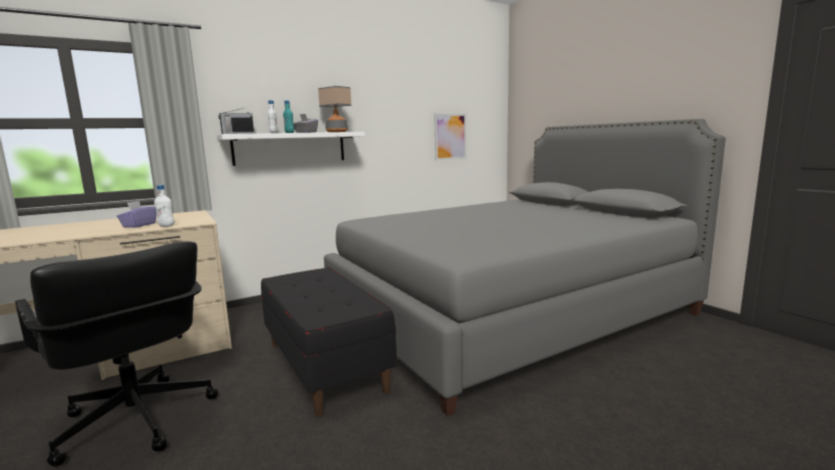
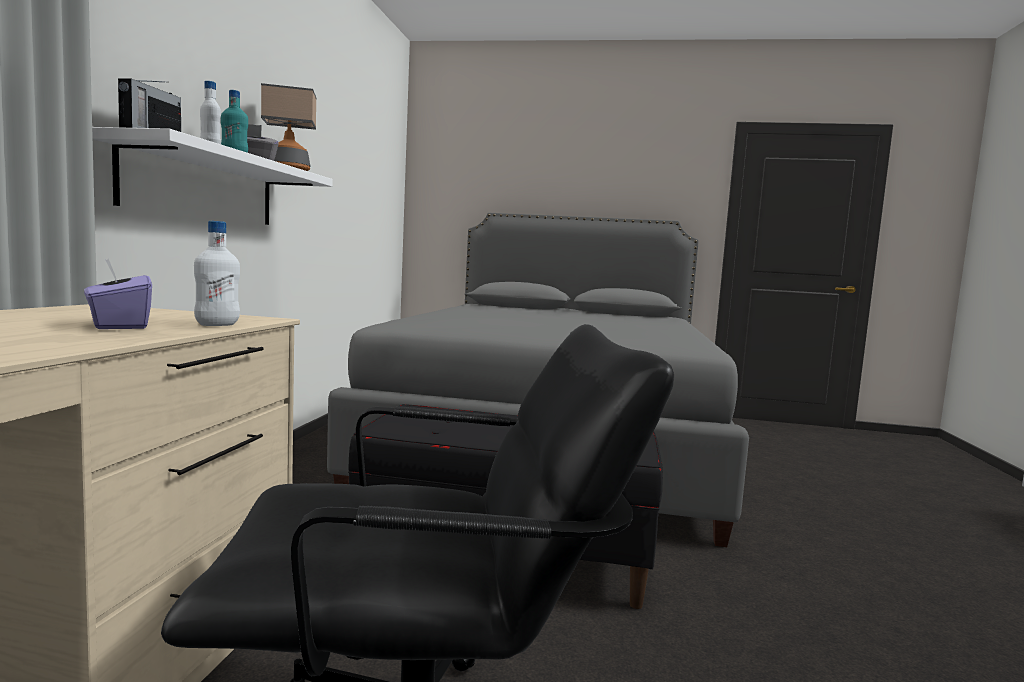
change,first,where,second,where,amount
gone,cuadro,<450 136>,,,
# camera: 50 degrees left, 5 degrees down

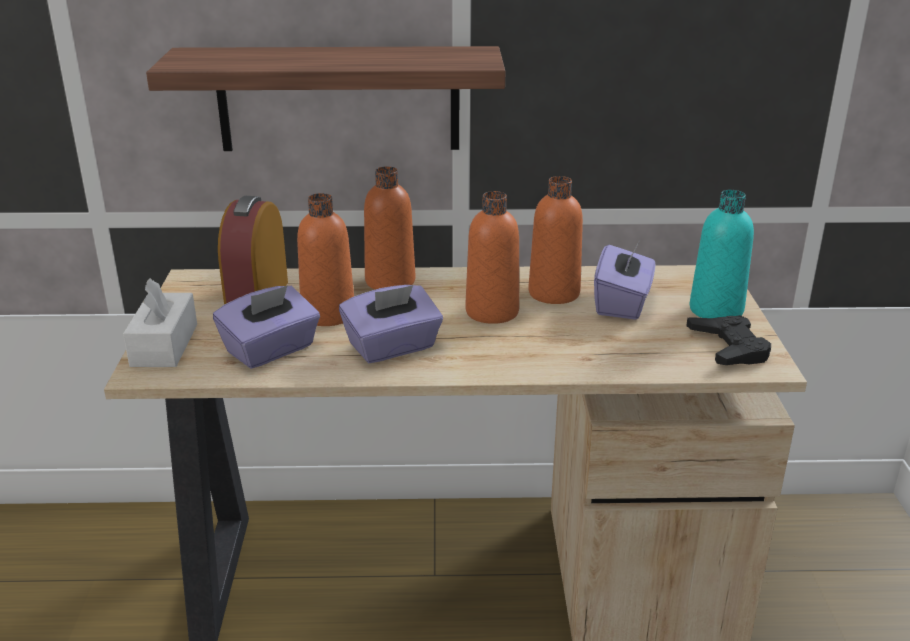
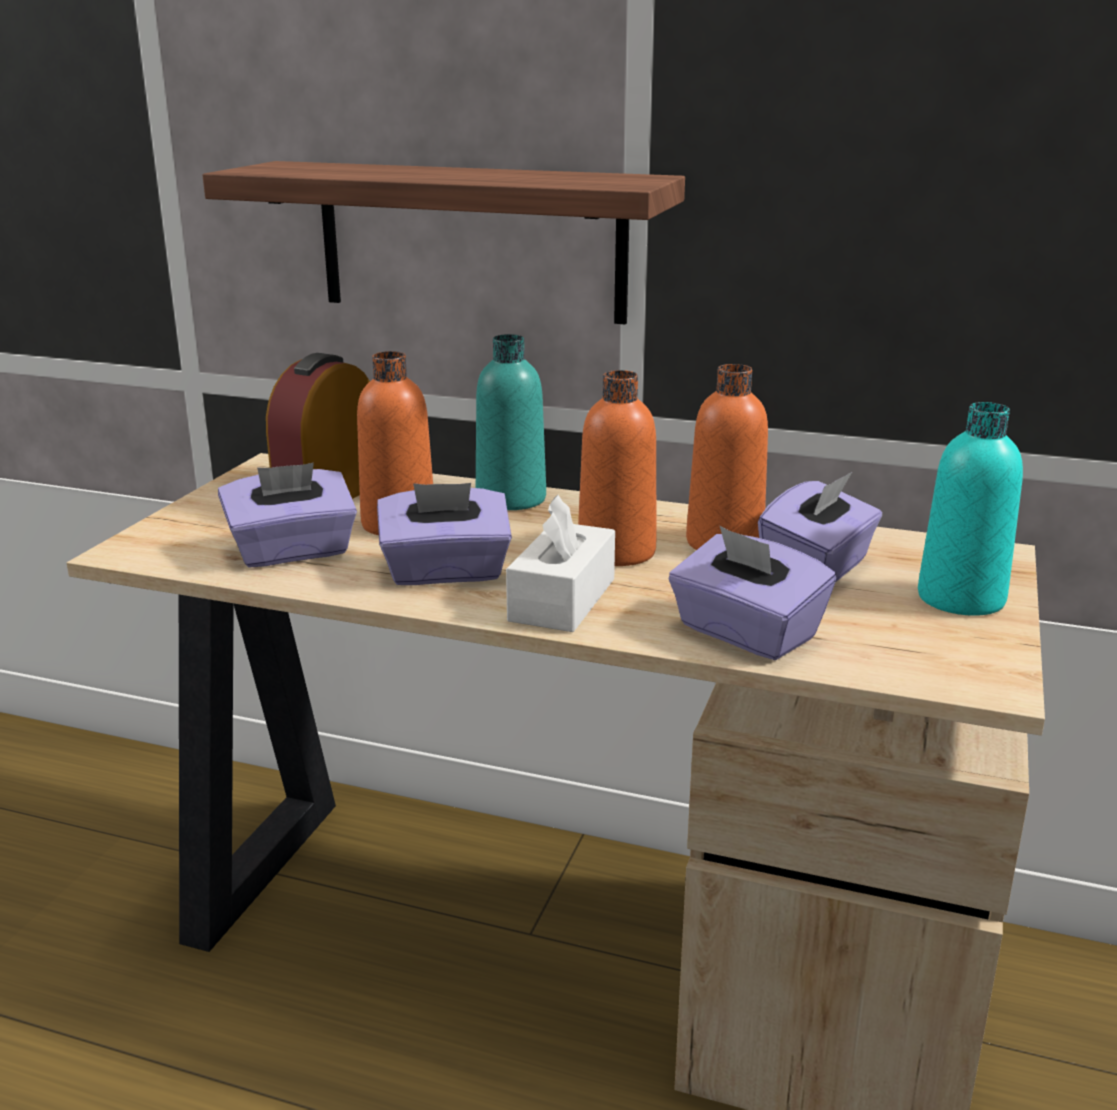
change,first,where,second,where,amount
repainted,botella (naranja),<390 281>,botella (turquesa),<511 499>,
shifted,caja de pañuelos (blanco),<164 345>,,<562 600>,
new,,,caja de pañuelos (morado),<746 633>,
gone,mando de consola (negro),<728 347>,,,
# camera: 20 degrees right, 5 degrees down

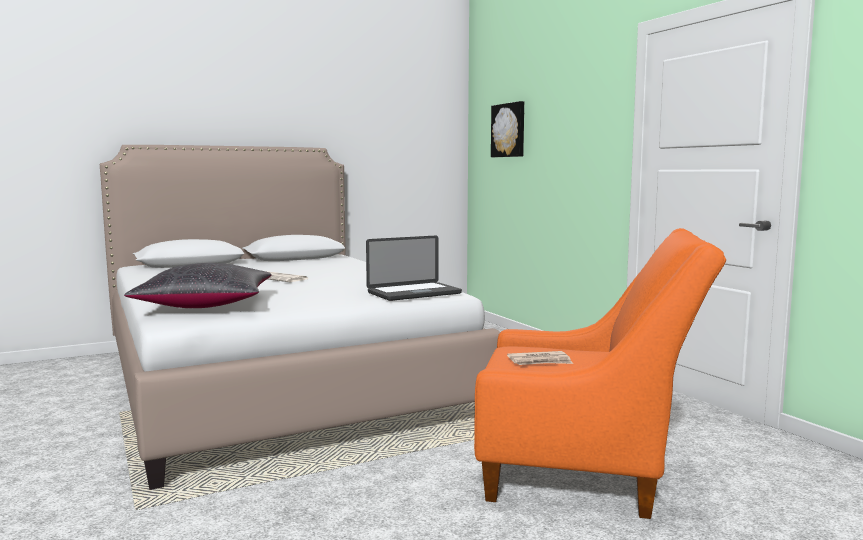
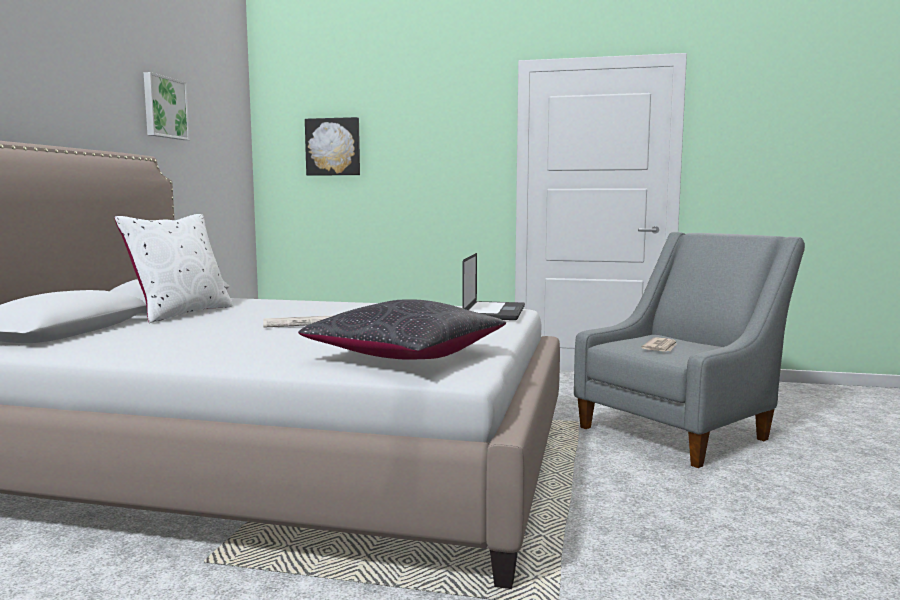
change,first,where,second,where,amount
new,,,cojín (blanco),<180 313>,
new,,,cuadro,<164 107>,
repainted,sillón (naranja),<586 472>,sillón (gris),<680 430>,
# camera: 50 degrees left, 0 degrees up

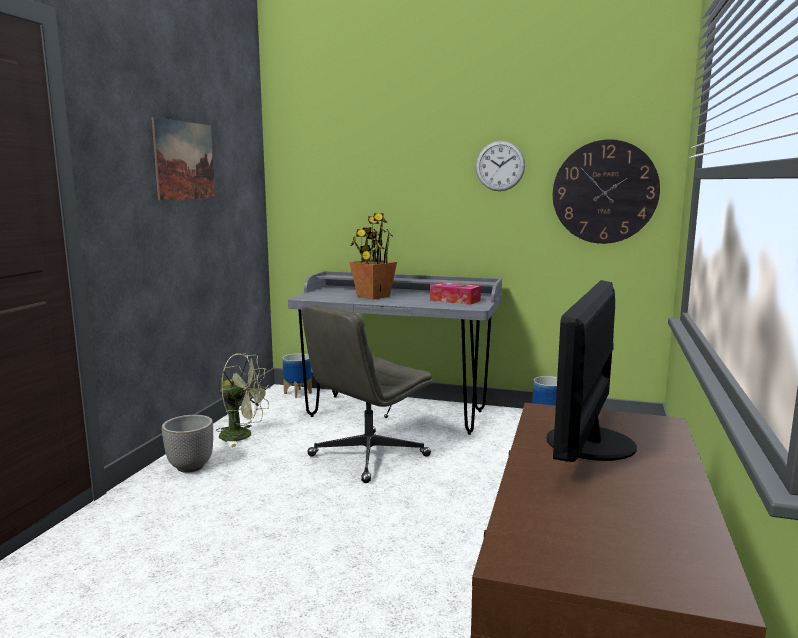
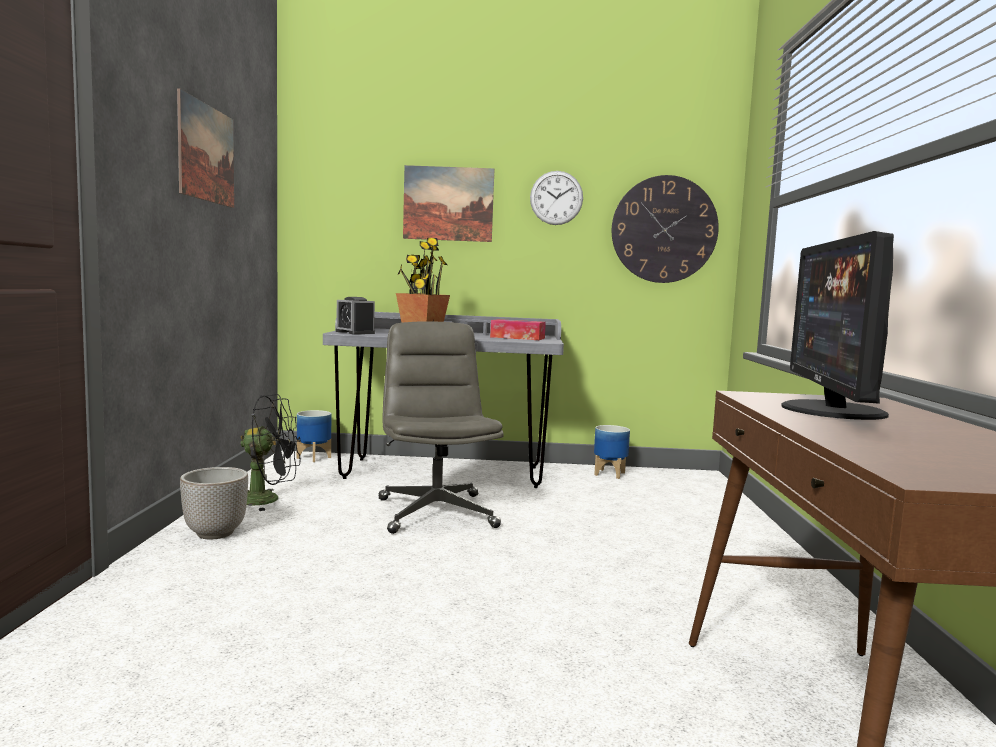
change,first,where,second,where,amount
repainted,ventilador (verde),<243 436>,ventilador (negro),<268 500>,
new,,,despertador,<355 332>,
rotated,silla de oficina (gris),<368 456>,,<435 512>,135 degrees clockwise
new,,,cuadro,<448 204>,
# camera: 15 degrees left, 5 degrees down

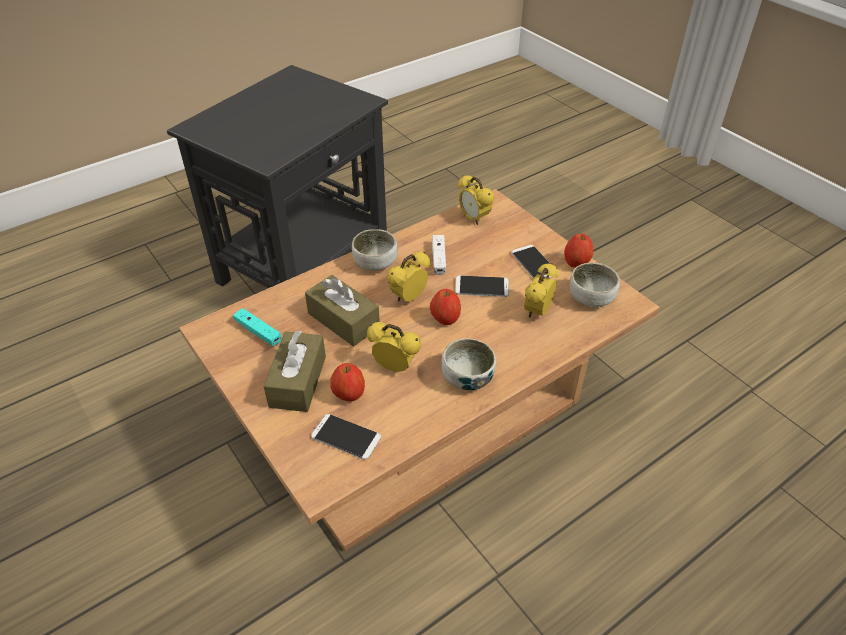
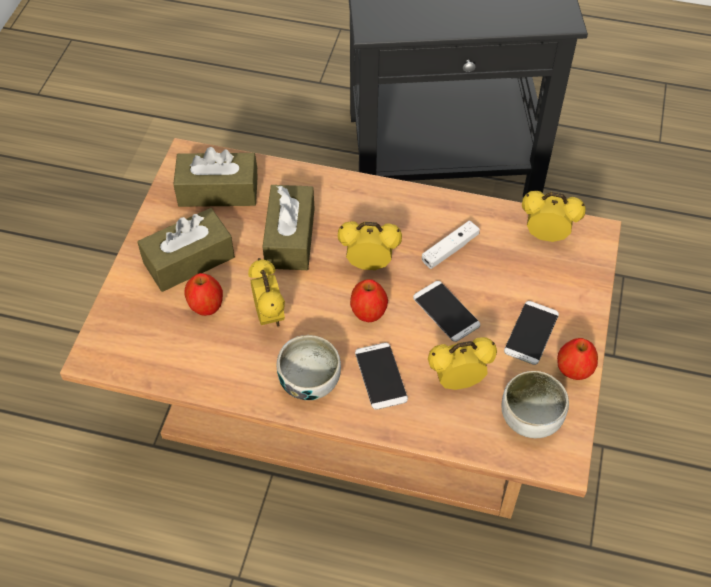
change,first,where,second,where,amount
swapped,mando de consola (turquesa),<258 332>,caja de pañuelos (marrón),<218 191>,
shifted,móvil,<346 437>,,<381 376>,
rotated,despertador,<474 218>,,<546 236>,90 degrees clockwise
gone,cuenco,<375 262>,,,
# camera: 50 degrees right, 10 degrees up

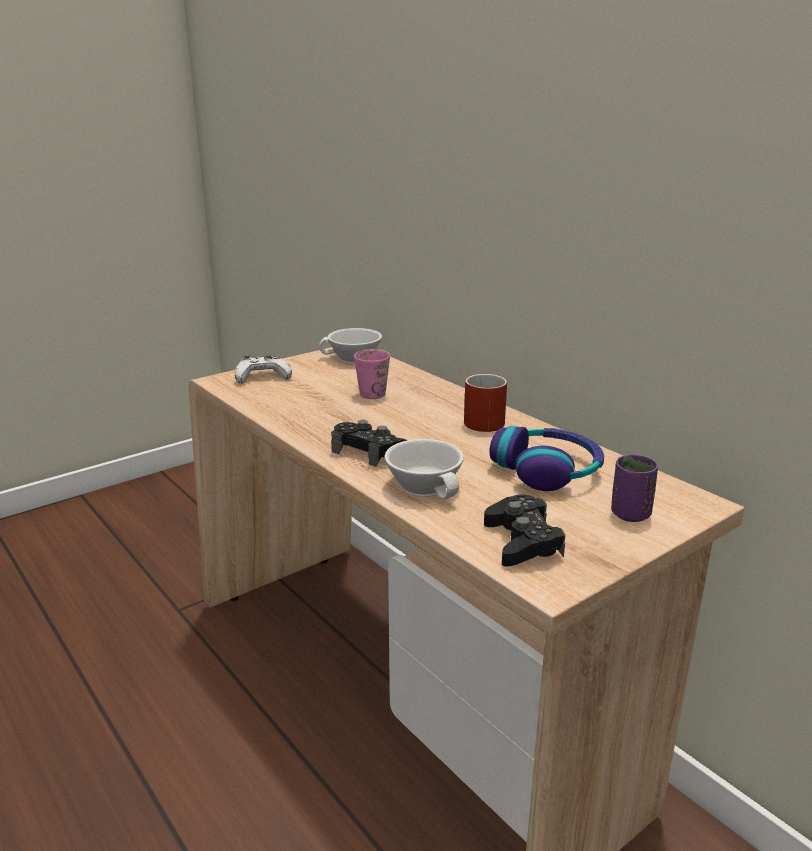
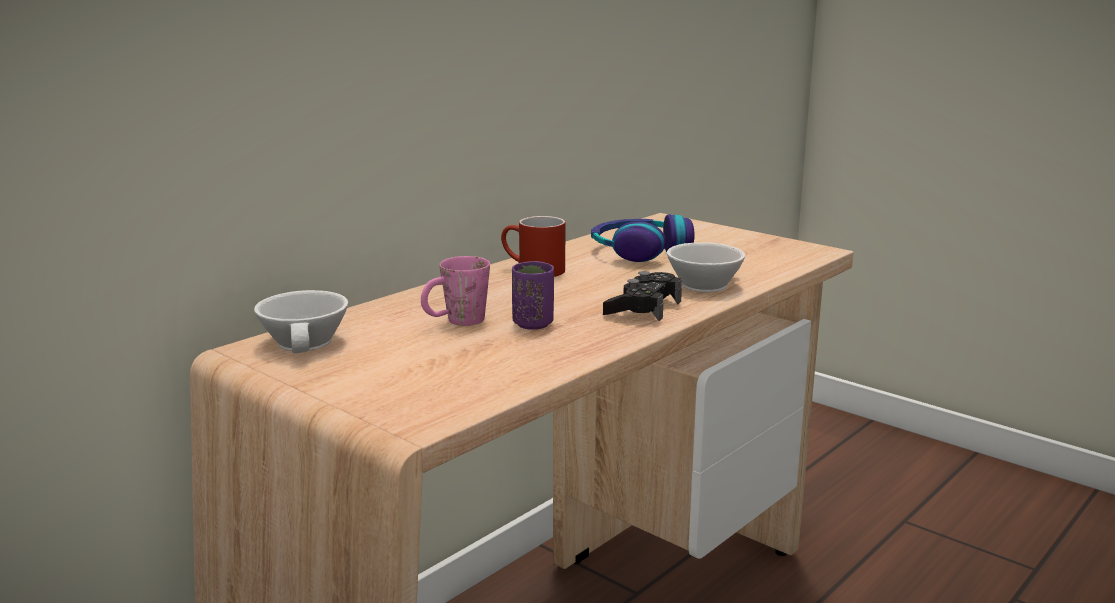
change,first,where,second,where,amount
shifted,taza (morado),<630 514>,,<533 324>,
gone,mando de consola (blanco),<263 376>,,,
gone,mando de consola (negro),<522 541>,,,
# camera: 100 degrees left, 5 degrees down

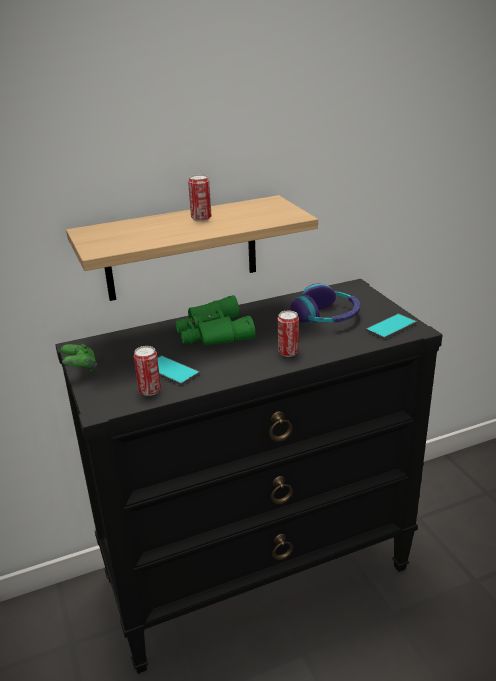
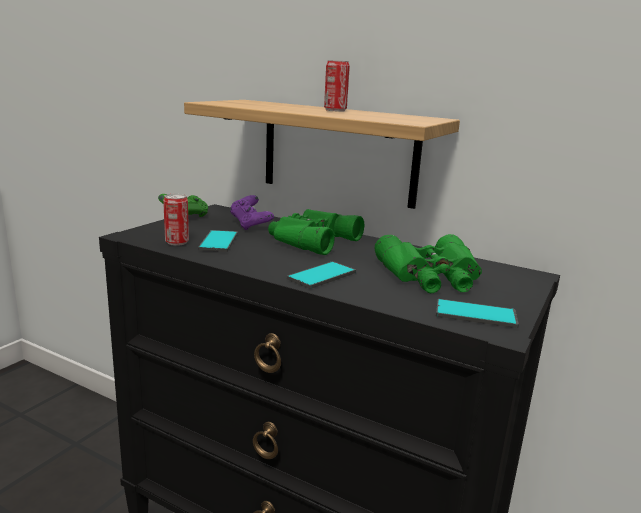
change,first,where,second,where,amount
new,,,mando de consola (morado),<250 225>,
swapped,lata,<288 352>,móvil,<322 276>,
swapped,auriculares,<326 316>,prismáticos (verde),<431 276>,
# camera: 50 degrees right, 10 degrees down

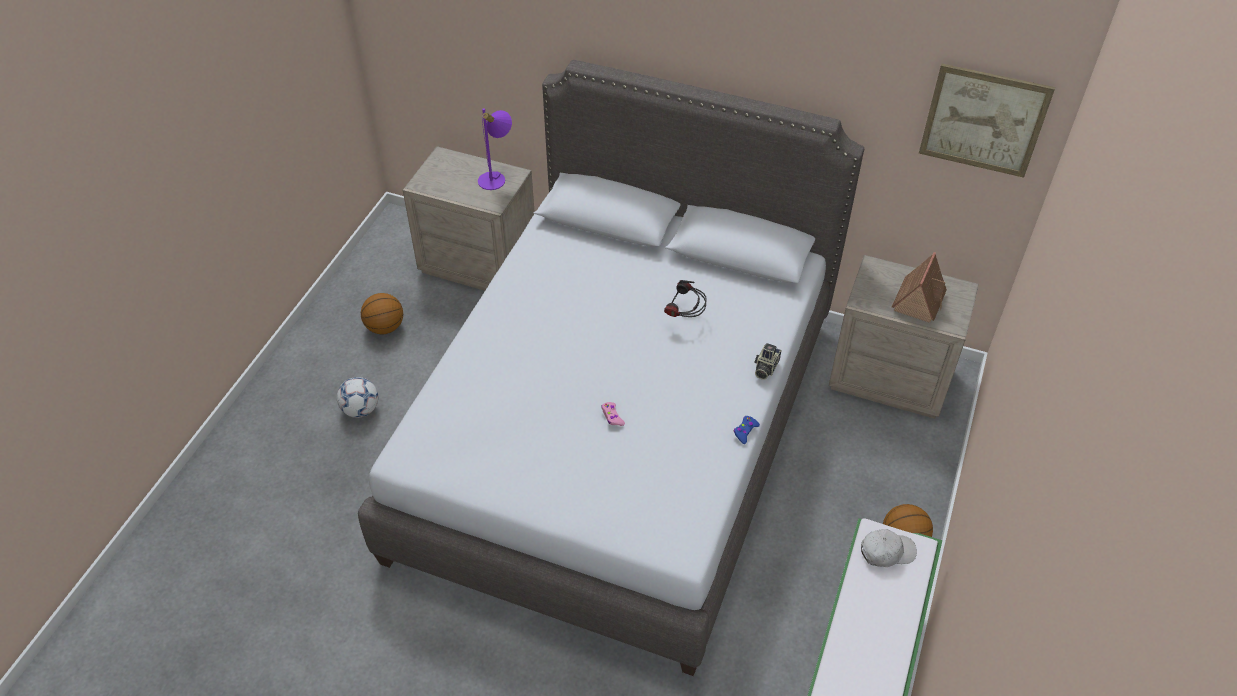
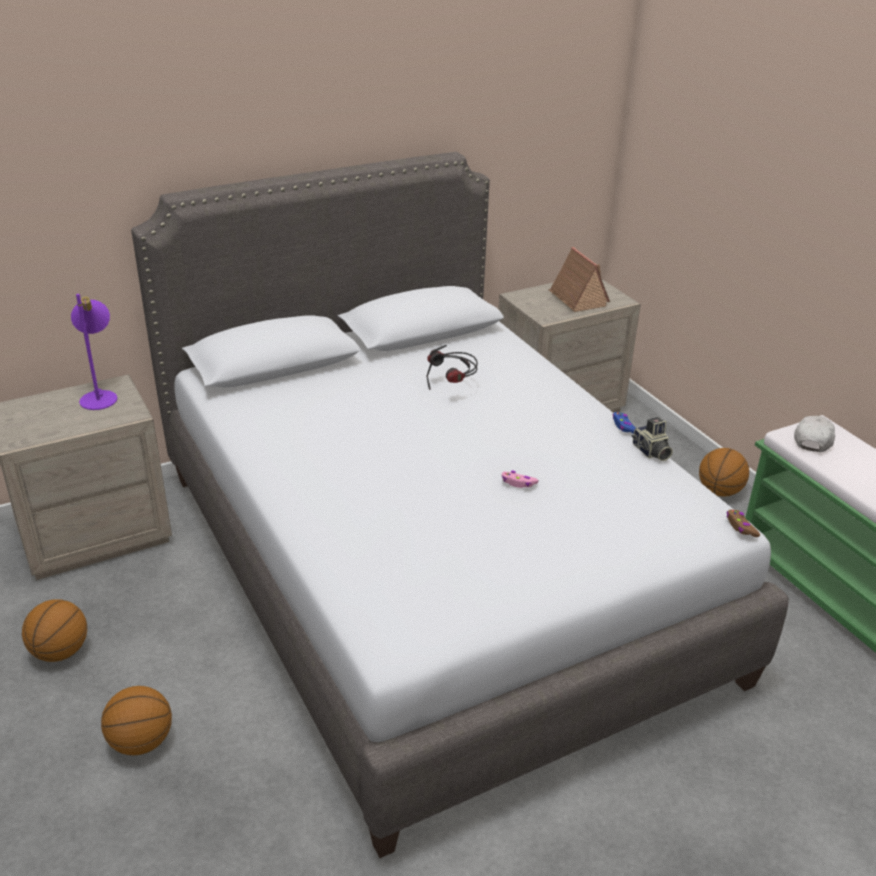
change,first,where,second,where,amount
swapped,balón de fútbol,<361 409>,balón de baloncesto,<141 742>,
shifted,cámara,<765 368>,,<651 452>,
new,,,mando de consola (marrón),<740 527>,
gone,cuadro,<984 120>,,,
# camera: 50 degrees left, 15 degrees down

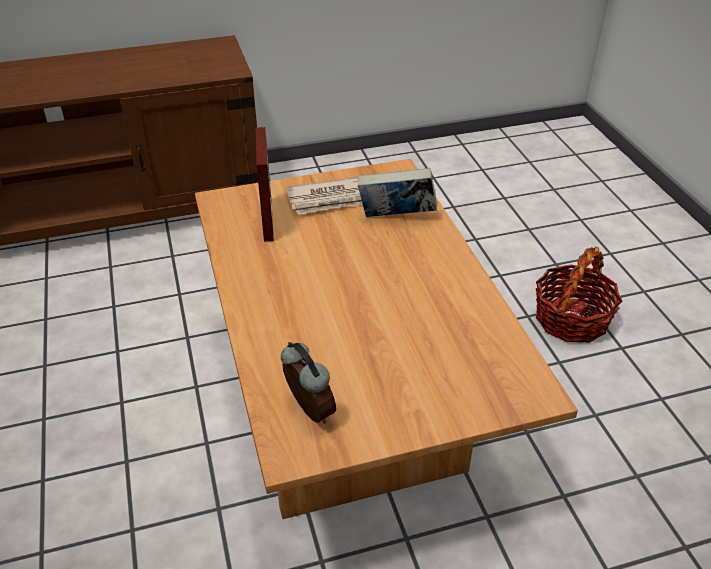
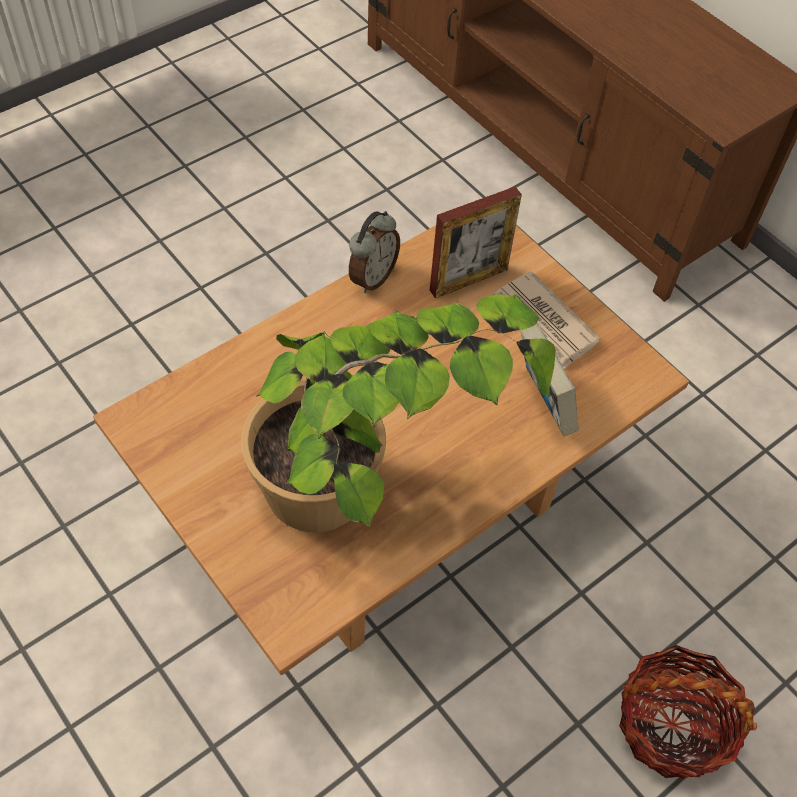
change,first,where,second,where,amount
new,,,planta en maceta,<371 492>,
shifted,despertador,<308 411>,,<372 277>,
# camera: 65 degrees right, 15 degrees up

